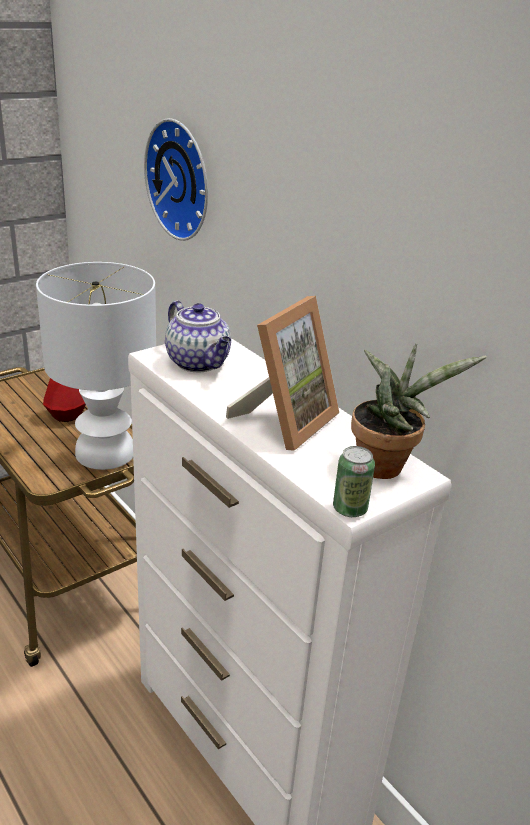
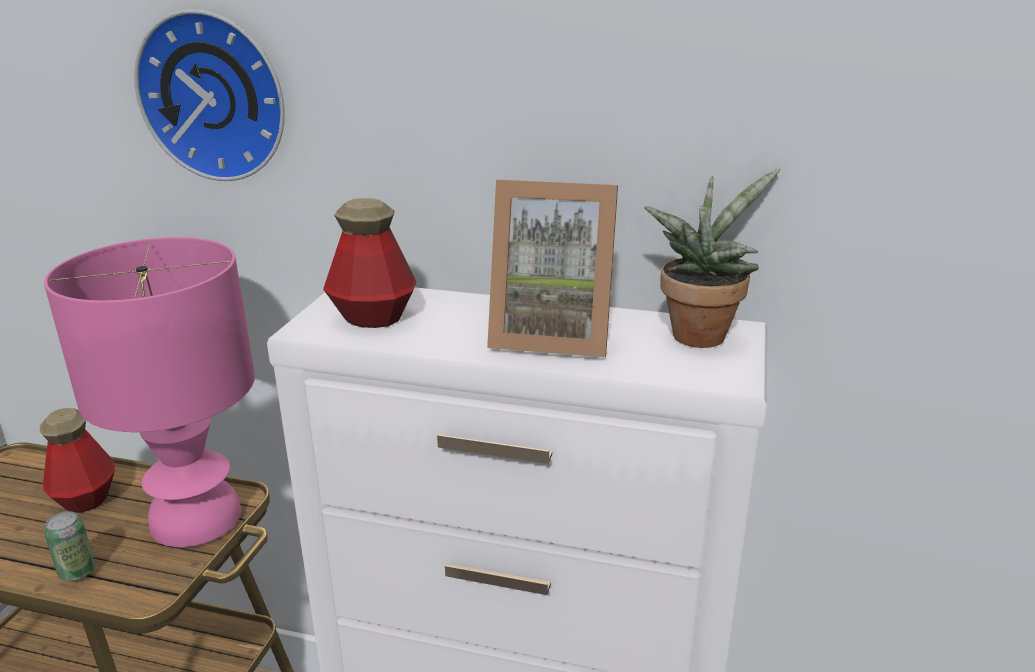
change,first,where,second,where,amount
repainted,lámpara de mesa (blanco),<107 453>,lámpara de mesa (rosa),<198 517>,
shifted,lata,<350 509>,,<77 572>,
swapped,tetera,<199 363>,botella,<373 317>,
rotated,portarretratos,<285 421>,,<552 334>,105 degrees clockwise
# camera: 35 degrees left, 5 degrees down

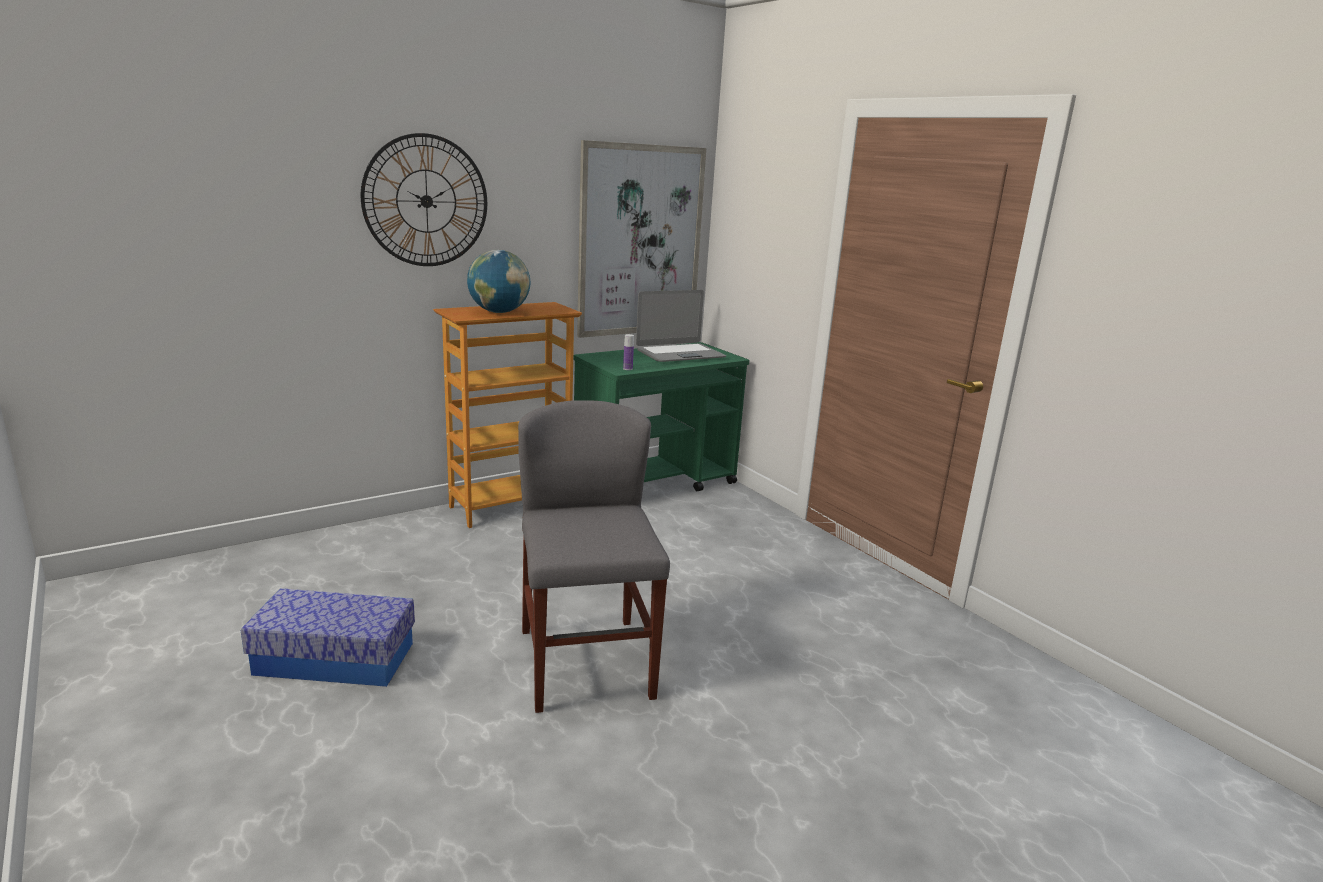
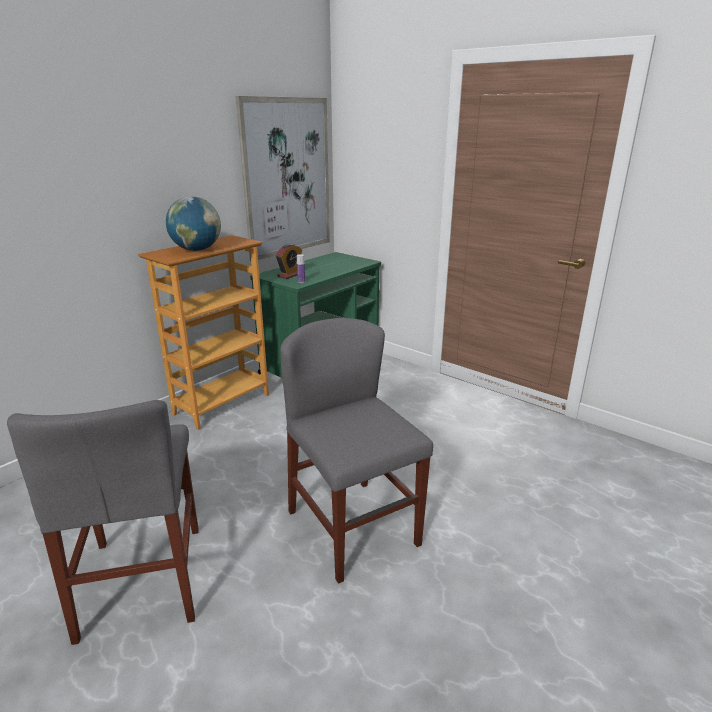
change,first,where,second,where,amount
swapped,caja de almacenaje,<334 659>,silla (gris),<143 579>,
new,,,despertador,<290 275>,
gone,reloj de pared,<426 201>,,,
gone,portátil,<680 354>,,,
# camera: 15 degrees left, 5 degrees up

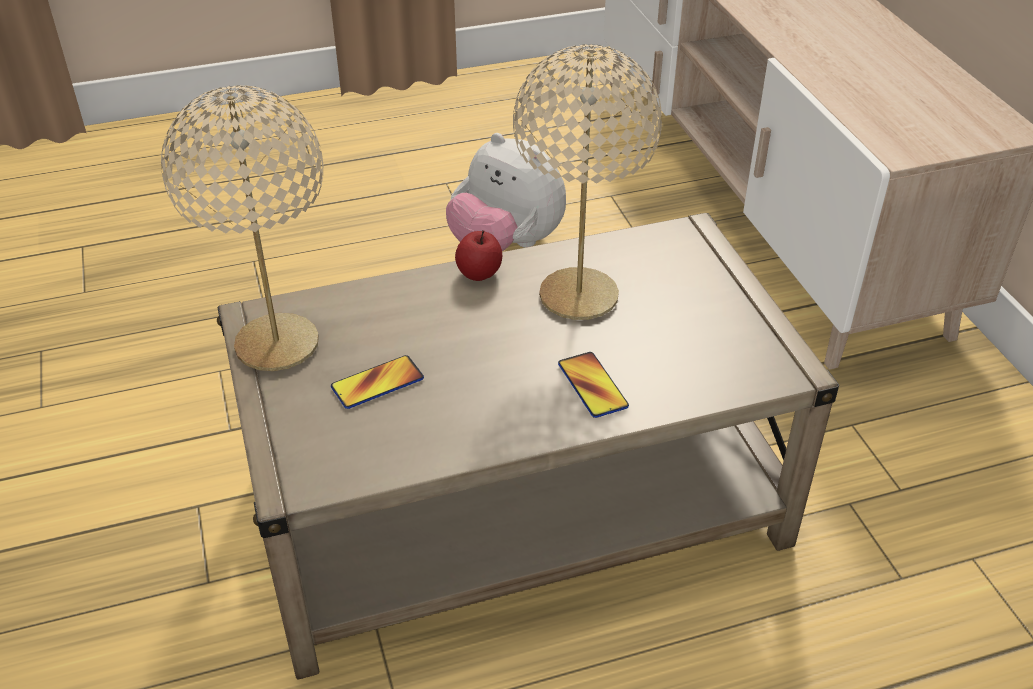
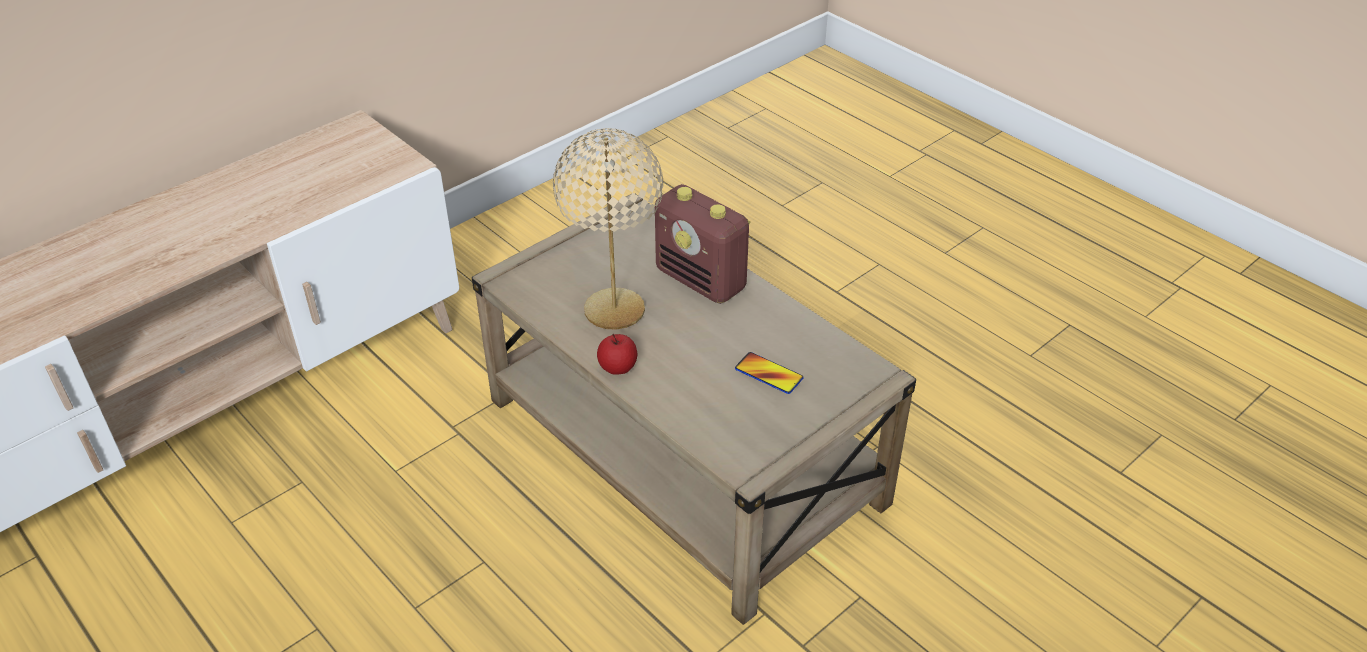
change,first,where,second,where,amount
swapped,móvil,<592 386>,radio,<701 280>,
gone,lámpara de mesa (beis),<278 344>,,,
gone,peluche,<506 245>,,,
# camera: 115 degrees left, 0 degrees up

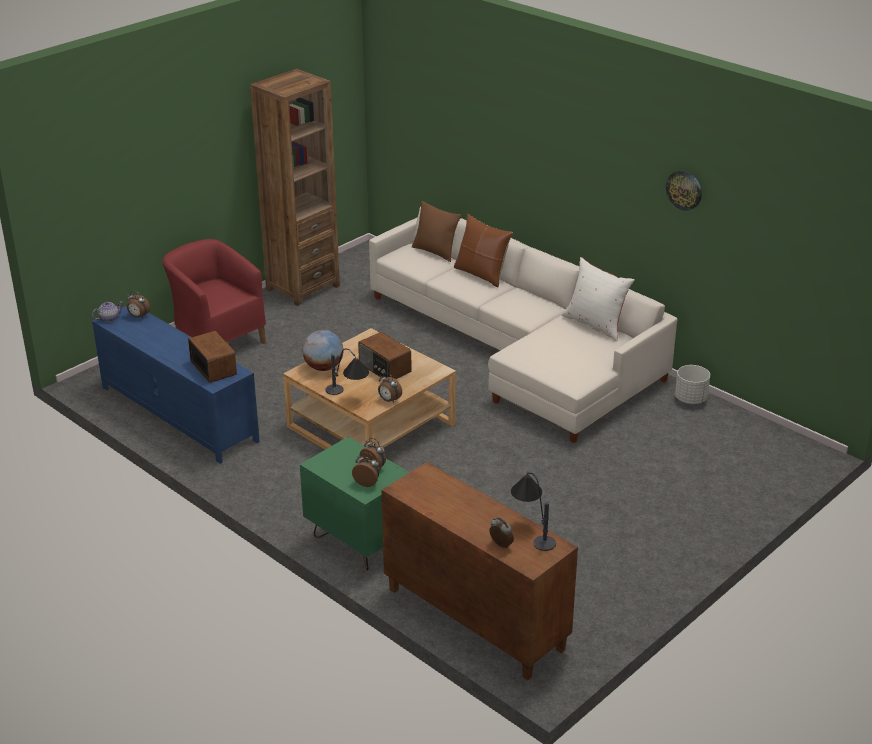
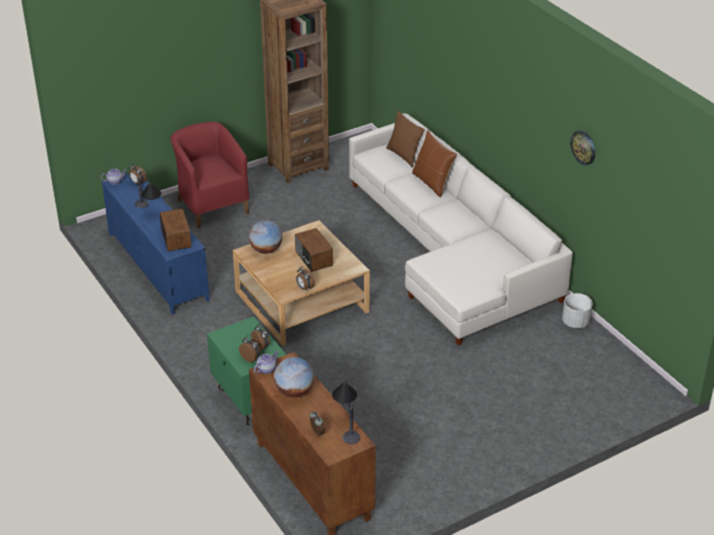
change,first,where,second,where,amount
shifted,lámpara de mesa,<348 396>,,<149 210>,
new,,,tetera,<266 369>,
new,,,globo terráqueo,<294 392>,
gone,cojín (blanco),<595 324>,,,
# camera: 15 degrees right, 5 degrees up

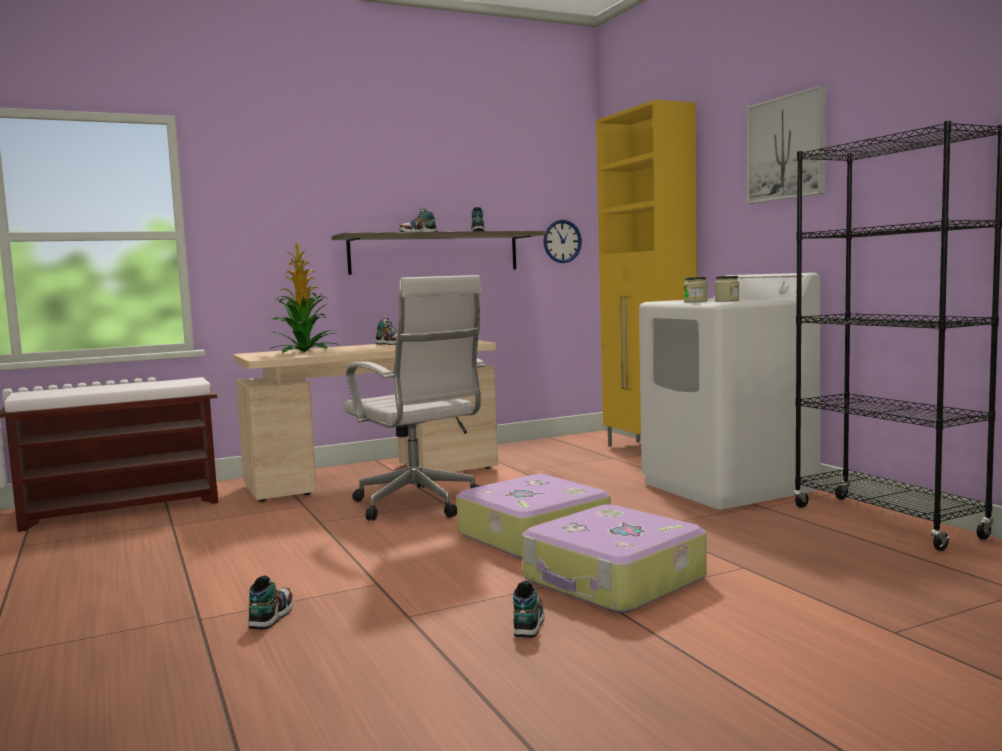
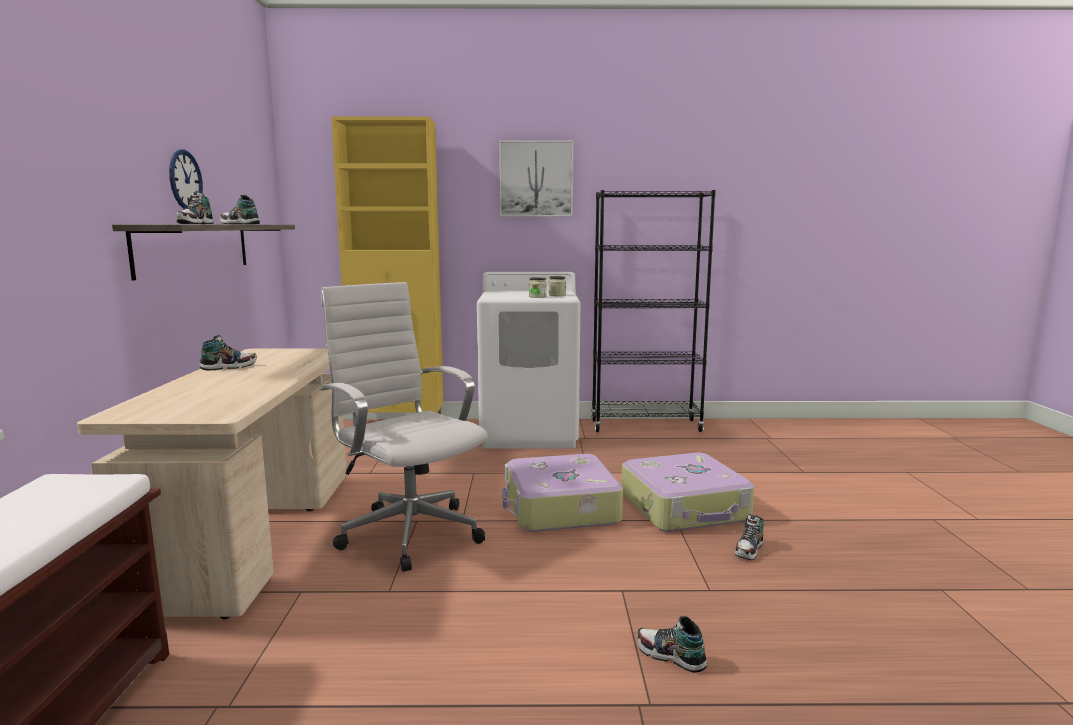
change,first,where,second,where,amount
shifted,reloj de pared,<562 241>,,<185 180>,
rotated,silla de oficina (blanco),<419 505>,,<408 532>,120 degrees counterclockwise
rotated,zapato,<528 624>,,<749 550>,90 degrees counterclockwise
gone,planta en maceta,<305 351>,,,
# camera: 65 degrees left, 5 degrees up

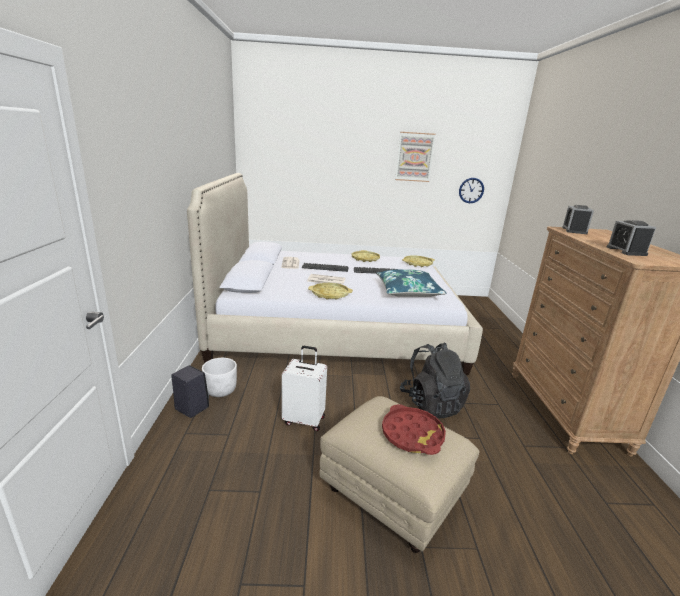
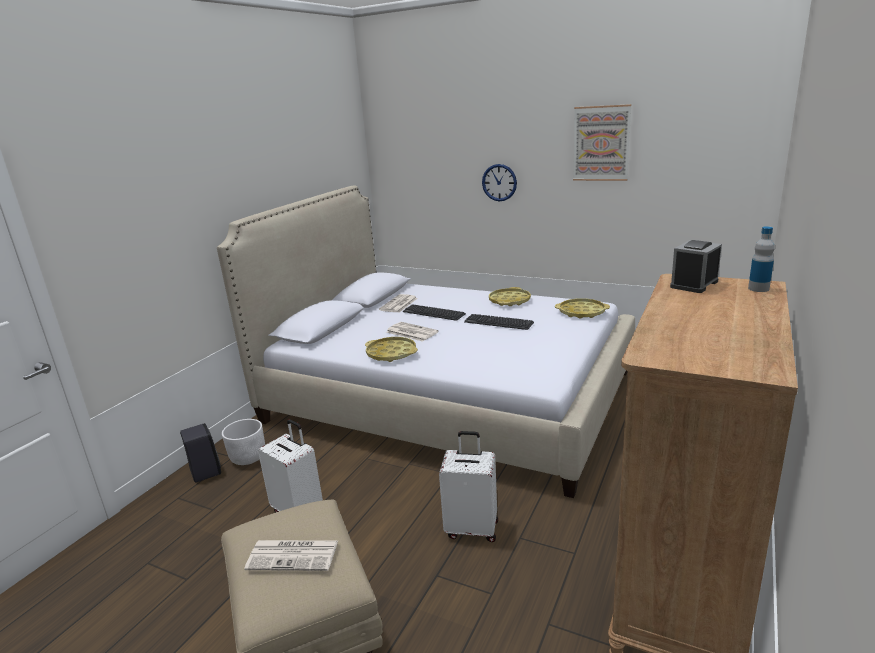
change,first,where,second,where,amount
swapped,bandeja (rojo),<412 434>,periódico,<294 555>,
swapped,mochila (negro),<431 404>,maleta (blanco),<472 528>,
shifted,reloj de pared,<471 190>,,<499 182>,
new,,,botella,<758 289>,
gone,cojín (azul),<408 291>,,,
gone,despertador,<626 251>,,,
# camera: 30 degrees right, 0 degrees up

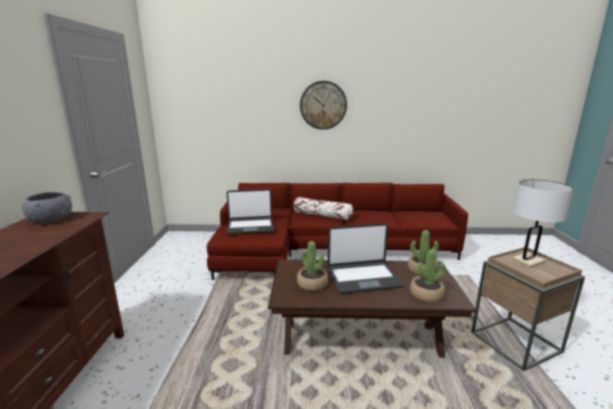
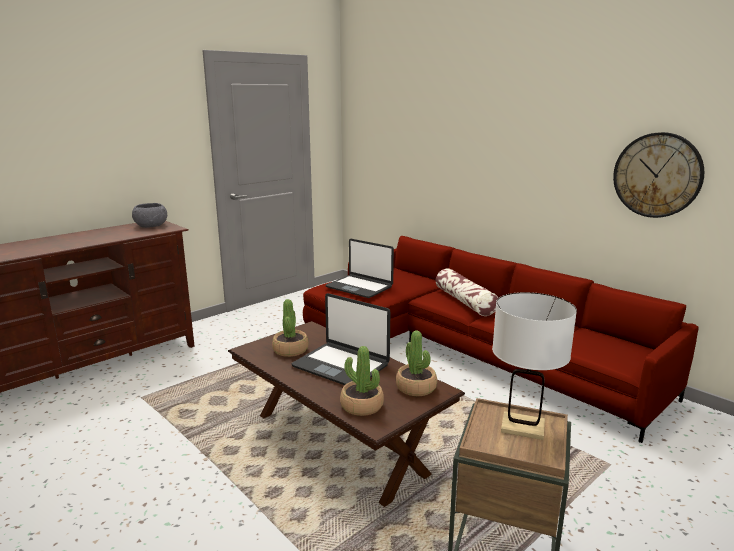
change,first,where,second,where,amount
shifted,reloj de pared,<323 105>,,<657 175>,
# camera: 45 degrees right, 0 degrees up

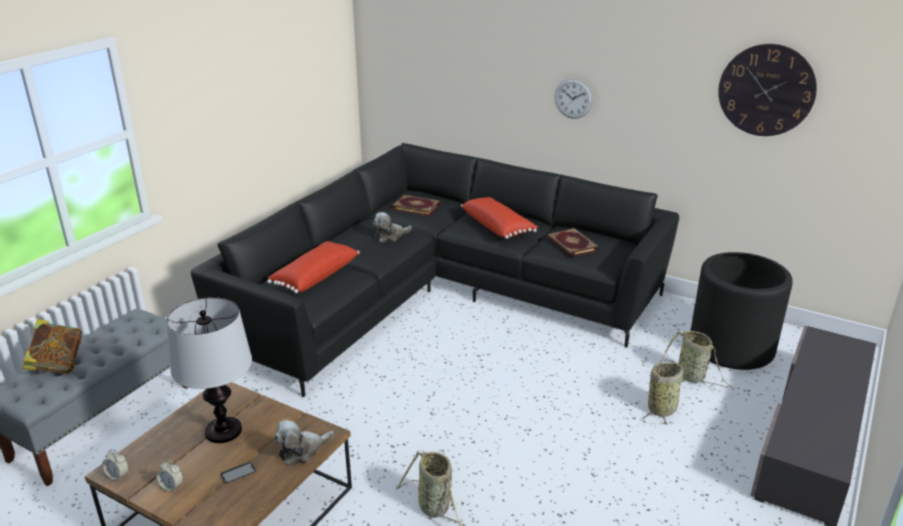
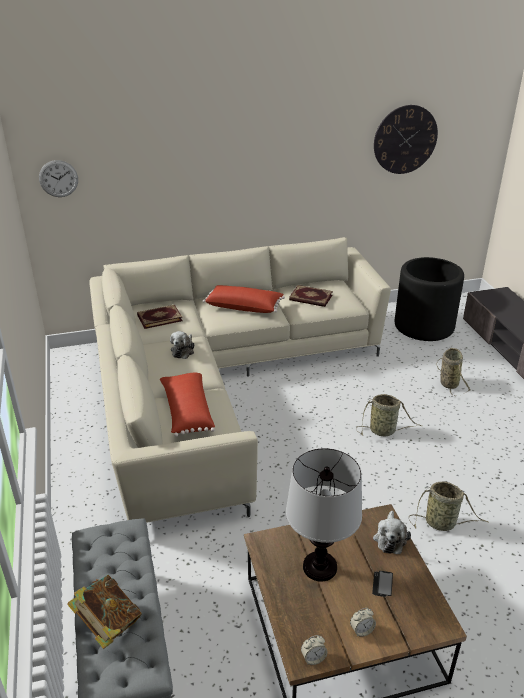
change,first,where,second,where,amount
shifted,reloj de pared,<573 98>,,<58 178>,
repainted,sofá (negro),<437 295>,sofá (beis),<217 385>,
shifted,cesta,<692 377>,,<384 431>,
# camera: 45 degrees left, 5 degrees up

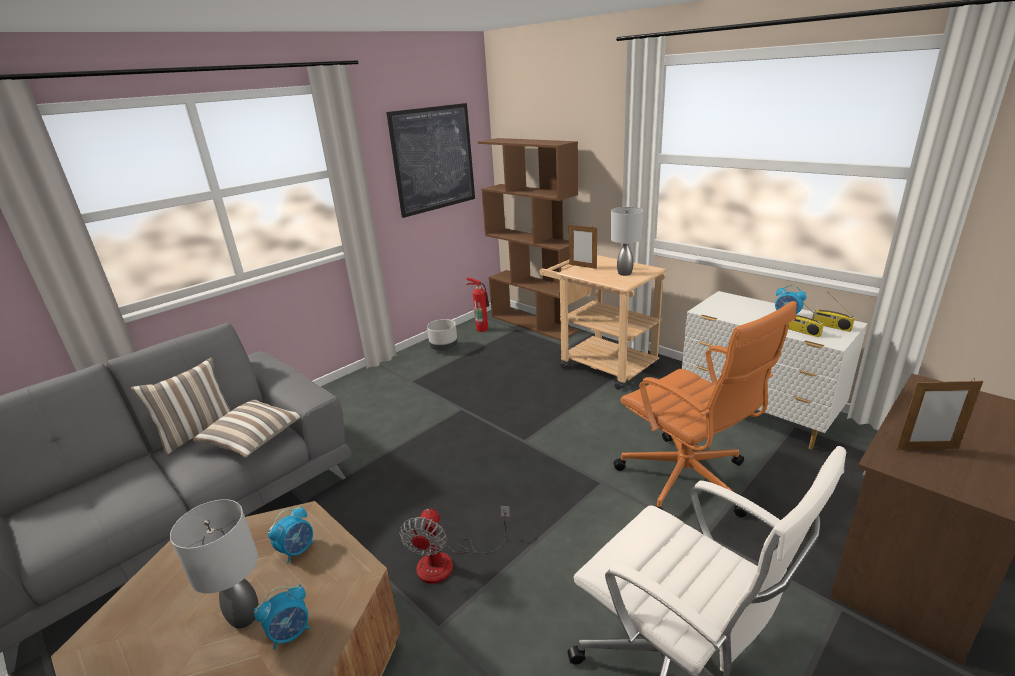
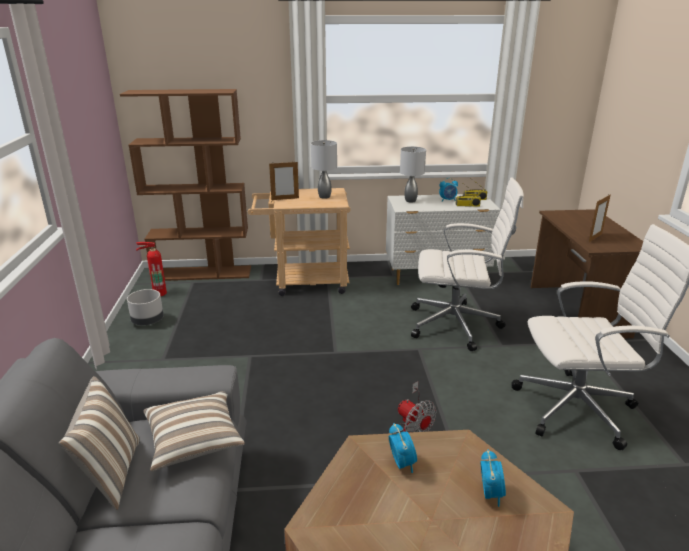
change,first,where,second,where,amount
shifted,lámpara de mesa (gris),<244 616>,,<410 200>,
repainted,silla de oficina (naranja),<687 482>,silla de oficina (blanco),<457 325>,
gone,cuadro,<434 159>,,,
# camera: 50 degrees left, 0 degrees up

